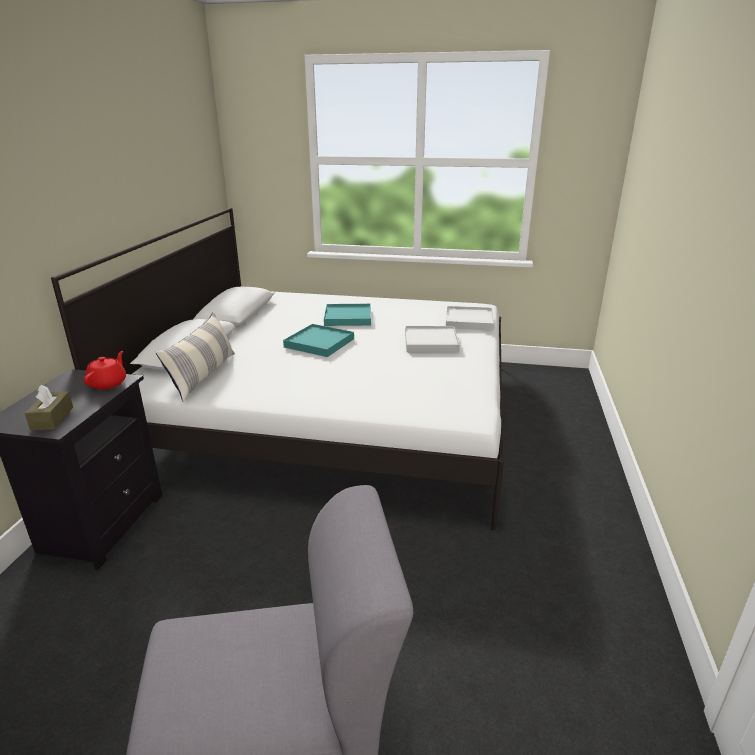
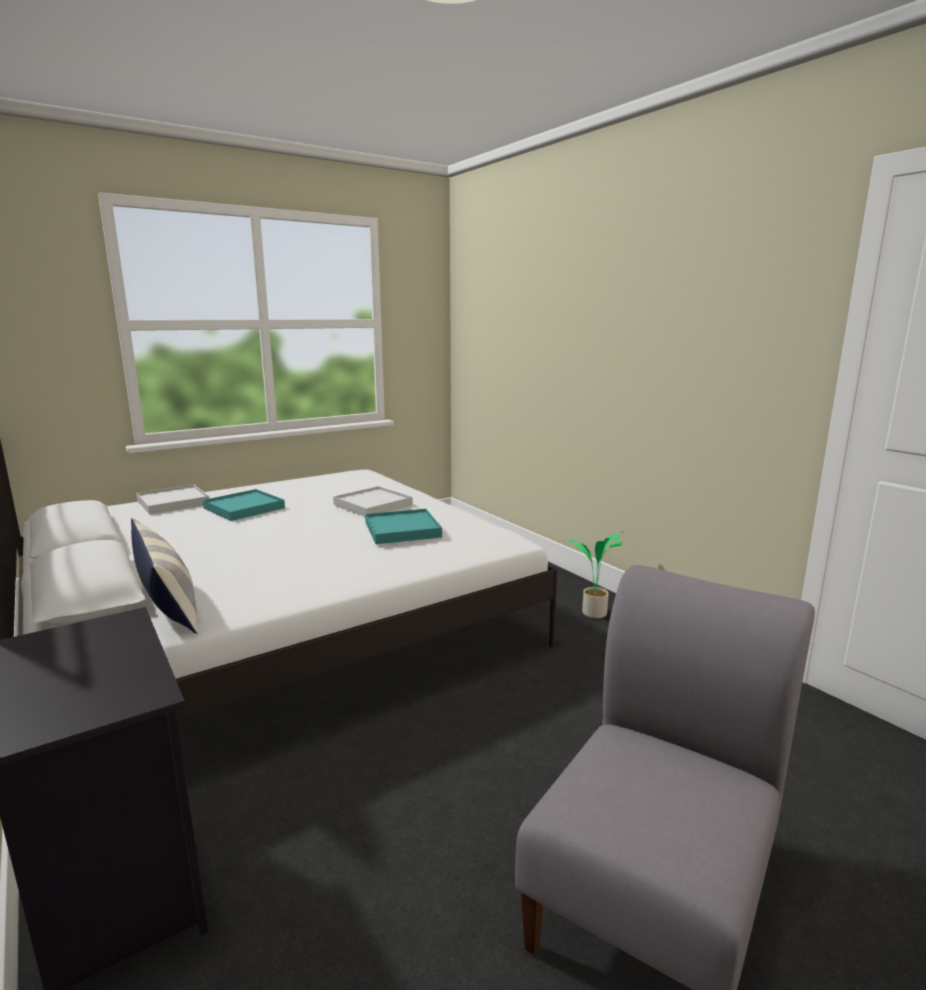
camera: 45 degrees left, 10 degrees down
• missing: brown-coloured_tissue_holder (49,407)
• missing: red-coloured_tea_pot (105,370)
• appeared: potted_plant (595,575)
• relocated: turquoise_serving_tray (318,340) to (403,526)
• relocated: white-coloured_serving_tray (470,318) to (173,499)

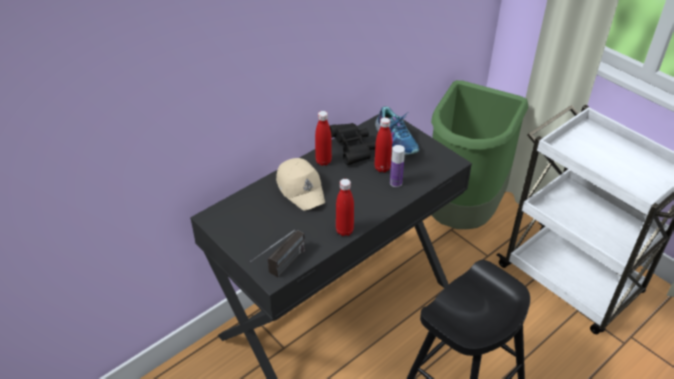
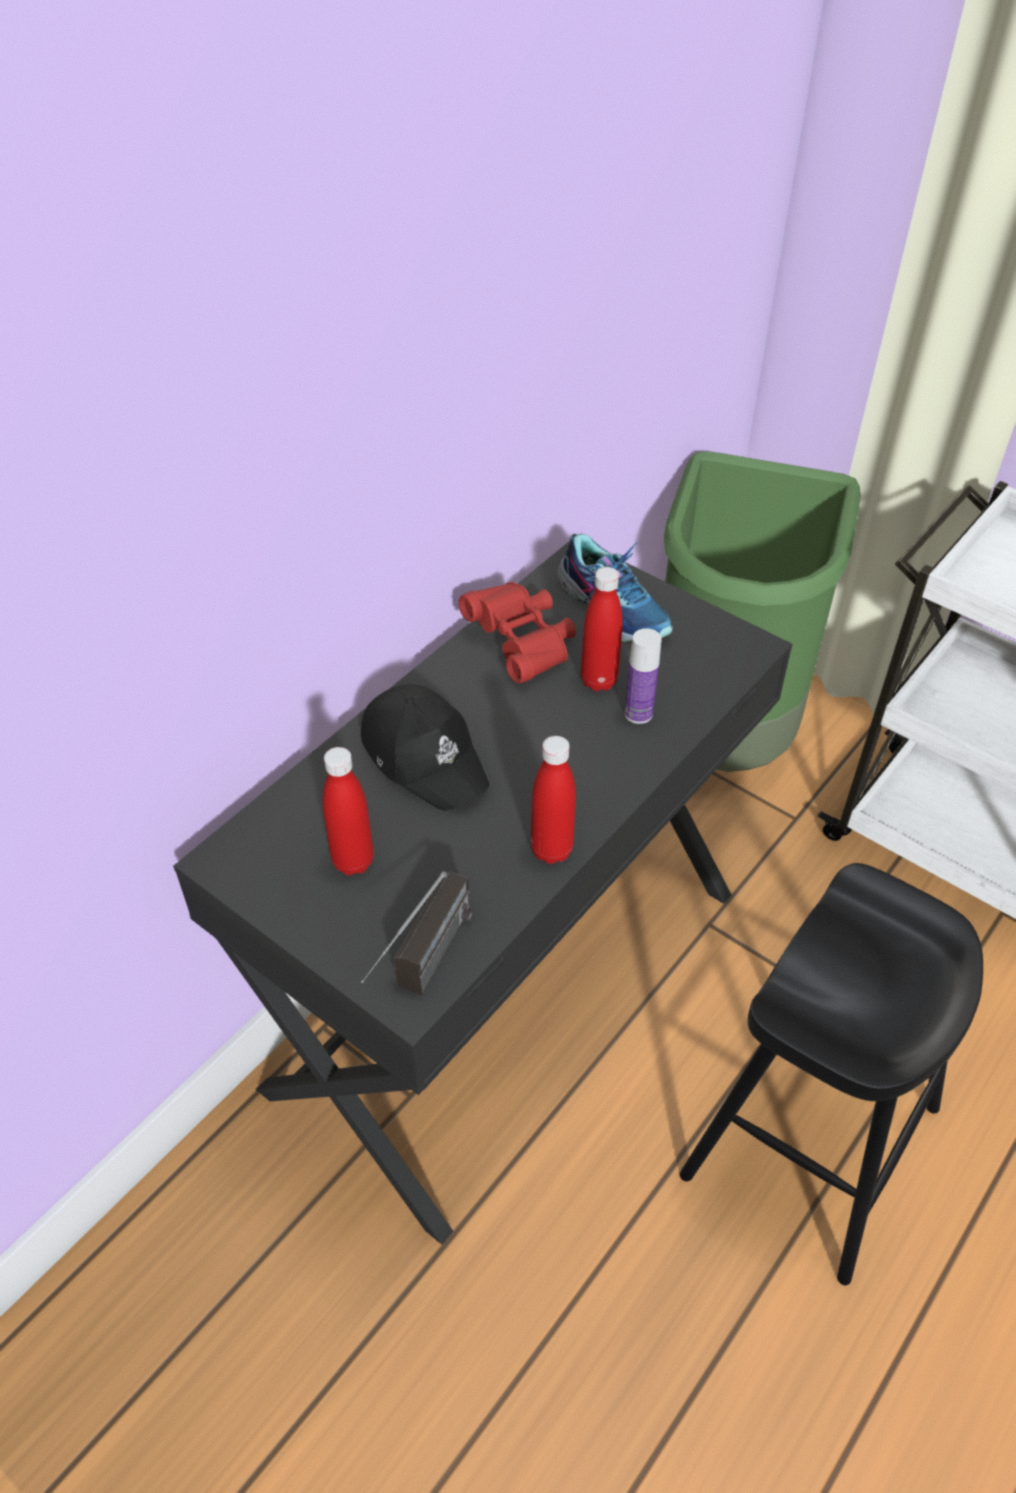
camera: 10 degrees left, 5 degrees up
• relocated: red-coloured_beverage_bottle (323,138) to (348,811)
• colour: beige-coloured_peaked_cap (300,184) to black_peaked_cap (425,747)
• colour: black_field_glasses (353,144) to red-coloured_field_glasses (517,632)

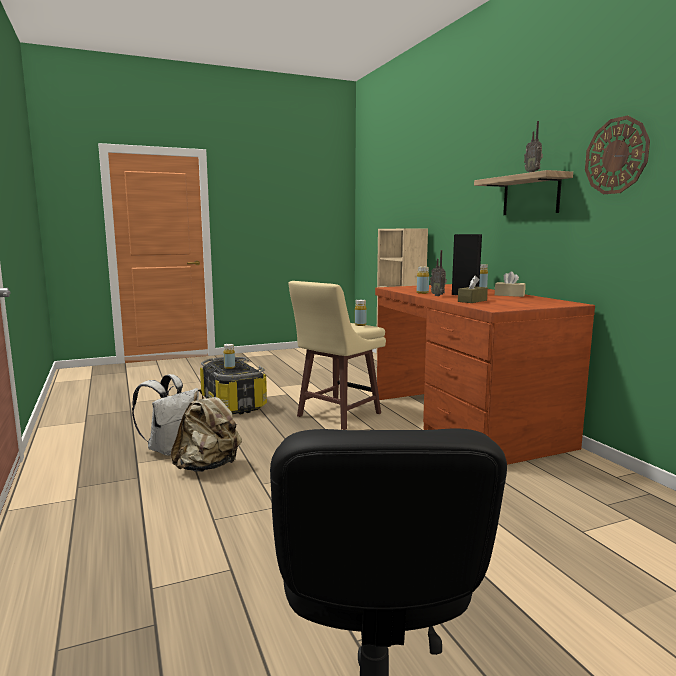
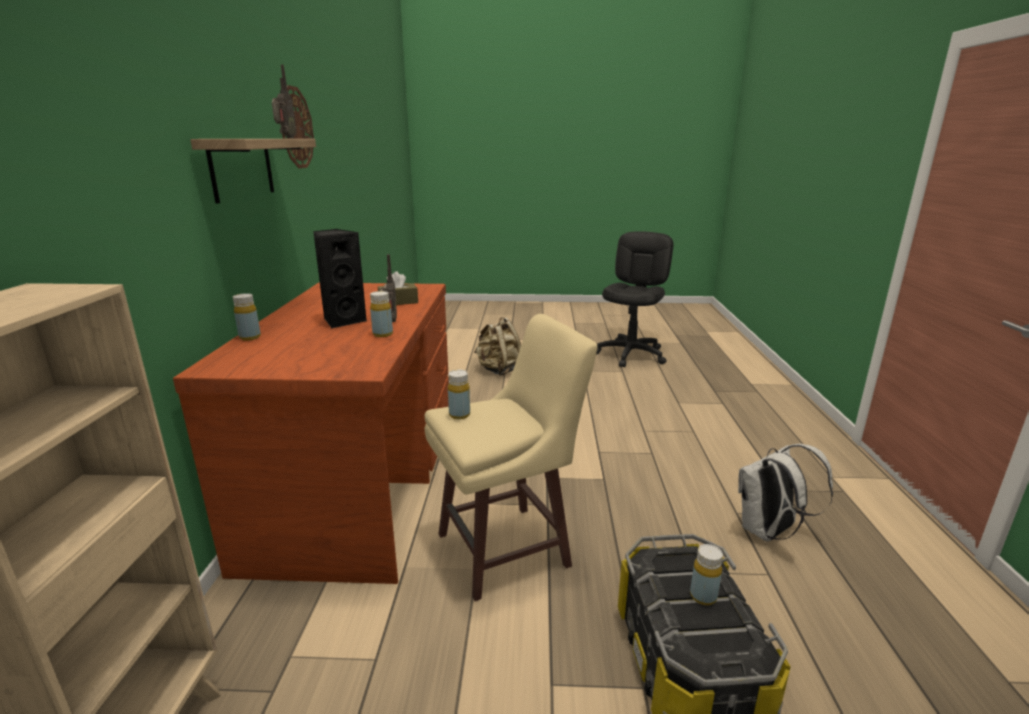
camera: 155 degrees left, 10 degrees up
• missing: beige-coloured_tissue_holder (510,284)
• relocated: beige-coloured_rucksack (206,430) to (497,346)

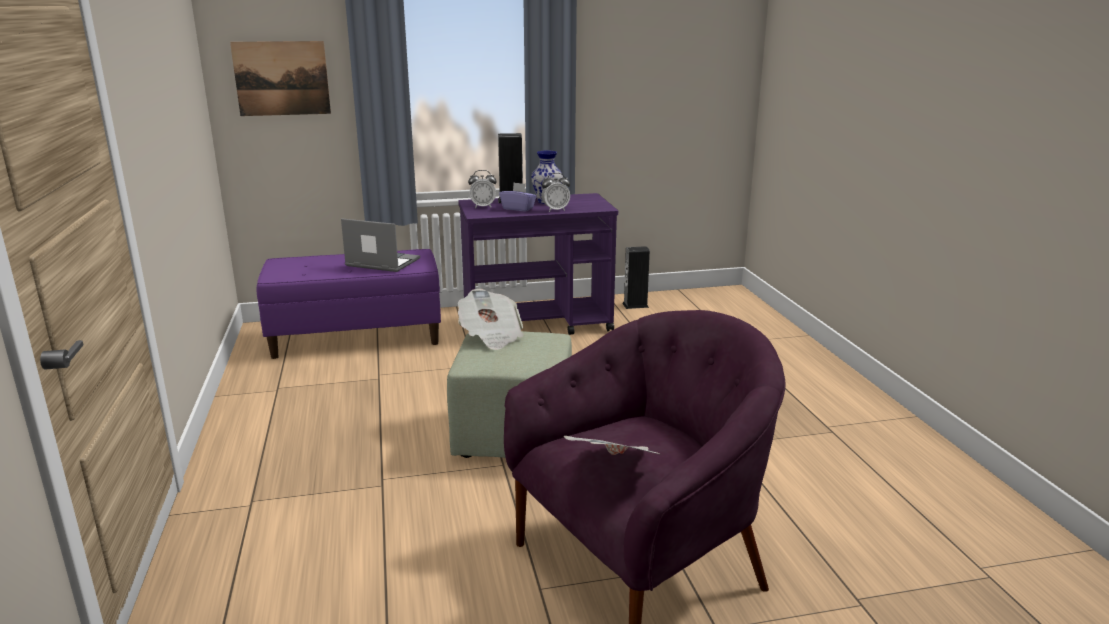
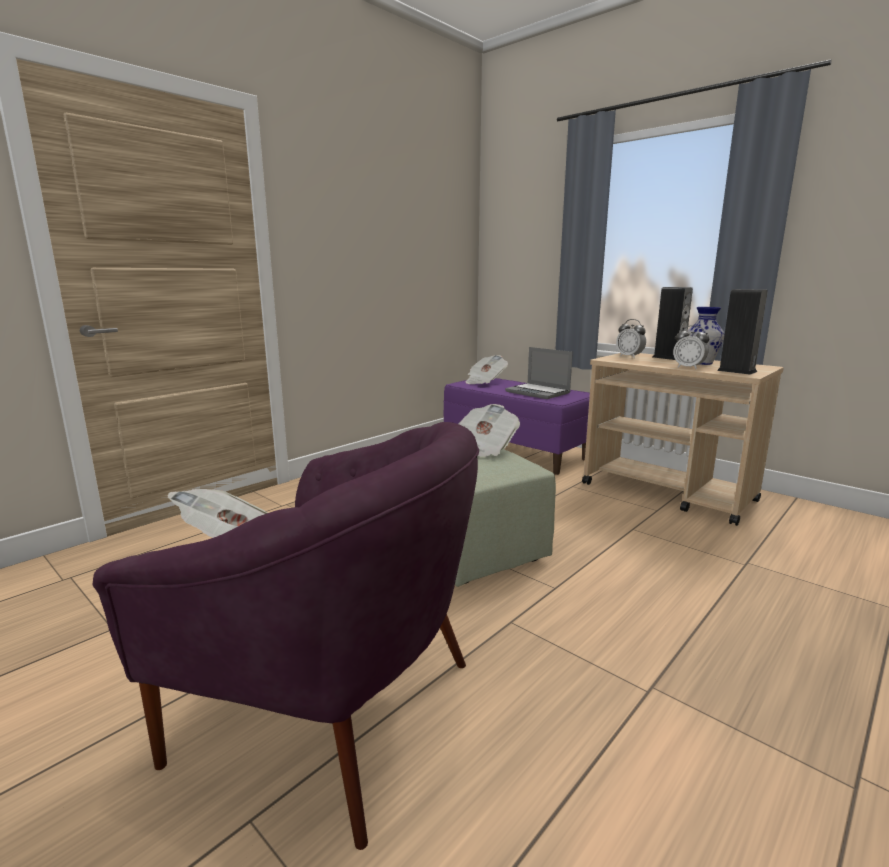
camera: 55 degrees right, 5 degrees down
• missing: wall_art (280,78)
• missing: purple-coloured_tissue_holder (518,197)
• appeared: newspaper (487,369)
• relocated: speaker (636,277) to (742,332)
• colour: purple-coloured_trolley (538,264) to beige-coloured_trolley (683,439)
• spun: notebook_computer (380,245) = (539,373) 150 degrees clockwise

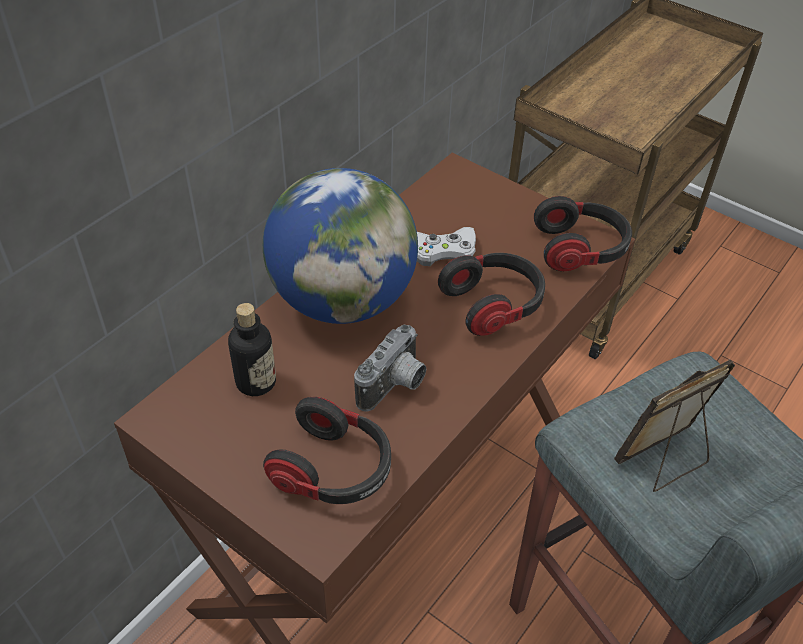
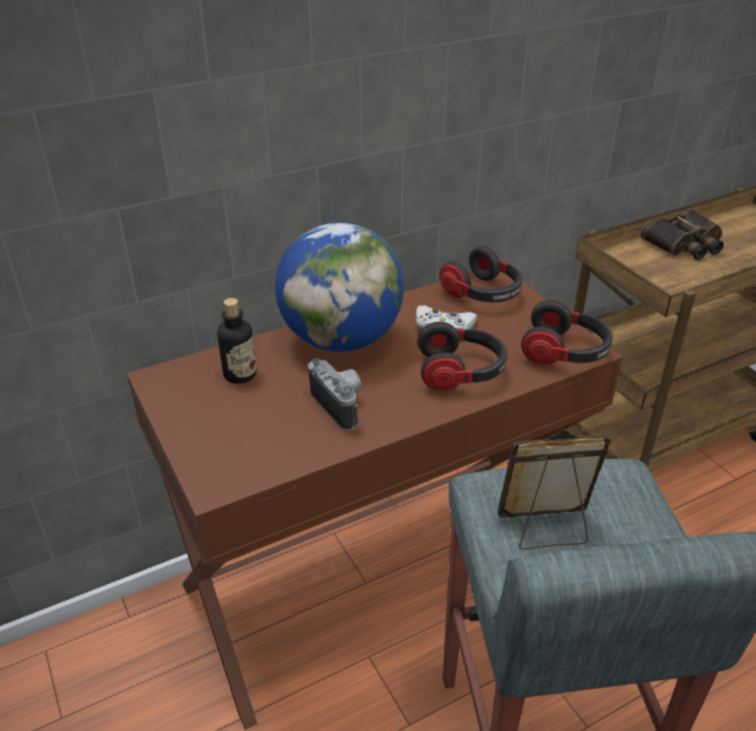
camera: 25 degrees right, 10 degrees down
• appeared: field_glasses (682,234)
• relocated: headset (327,450) to (480,273)
• spun: still_camera (390,367) = (335,394) 90 degrees counterclockwise

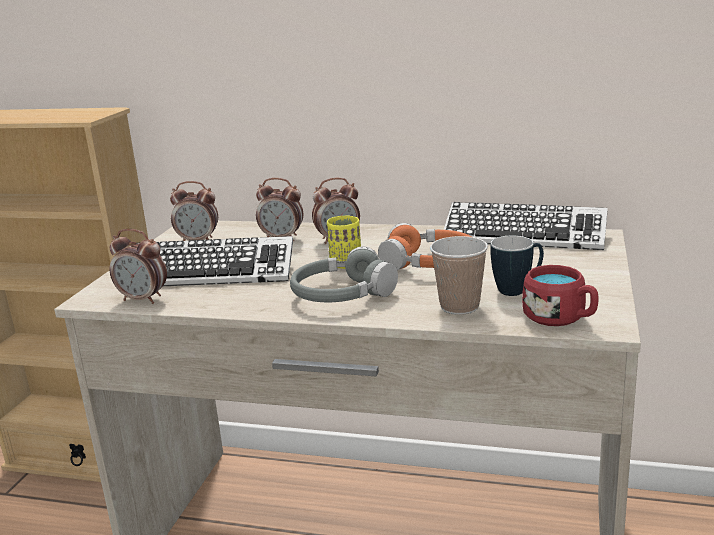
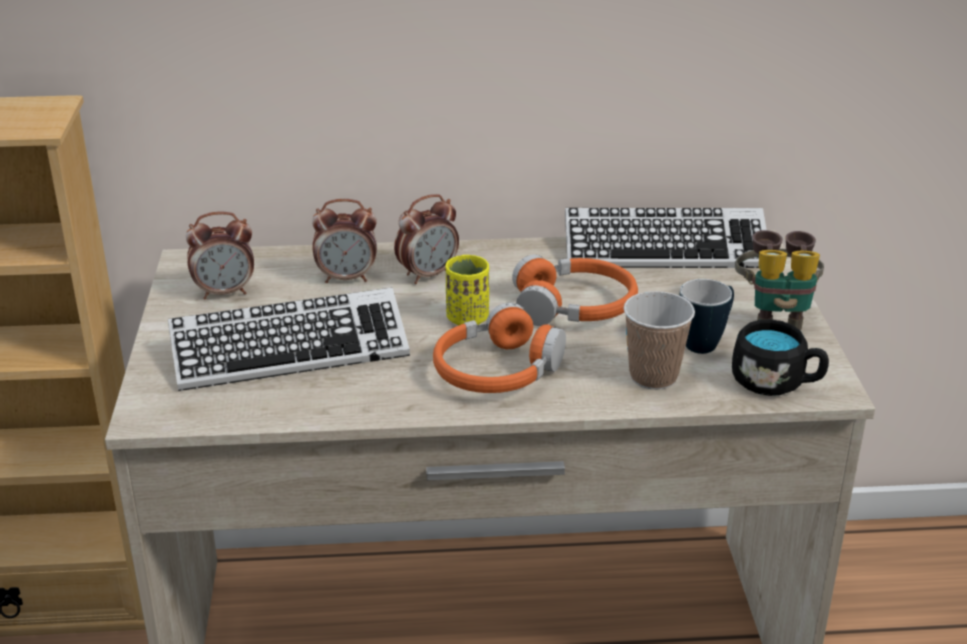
camera: 20 degrees left, 10 degrees up
• missing: table_clock (138,266)
• appeared: field_glasses (779,280)
• colour: grey_headset (344,274) to orange_headset (499,347)
• colour: red-coloured_mug (560,295) to black_mug (780,357)

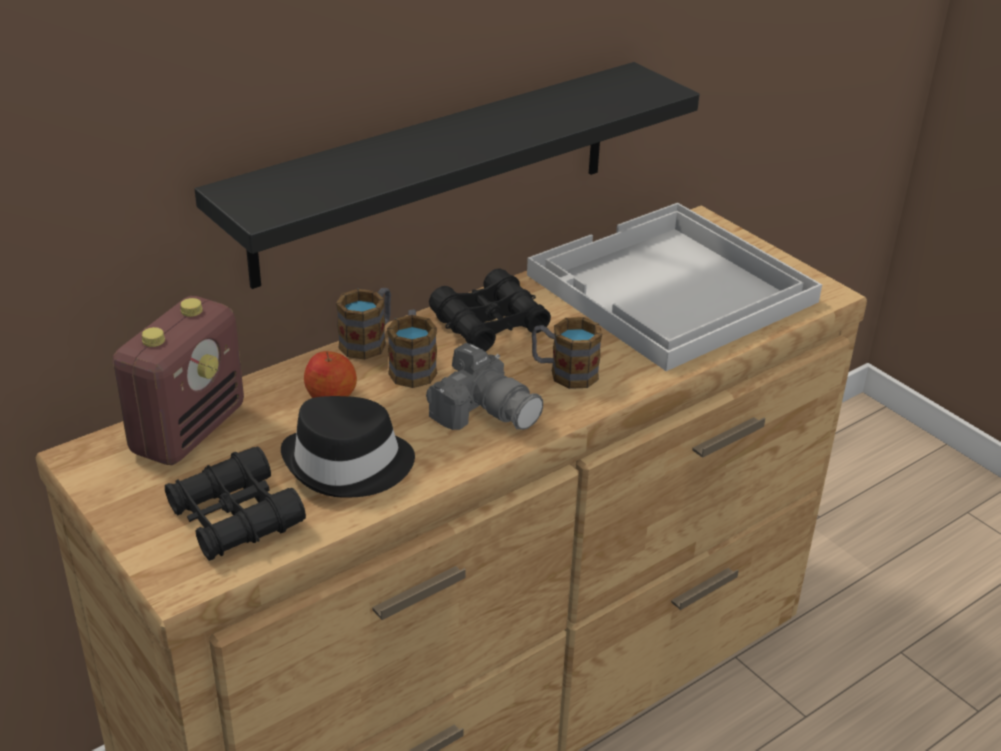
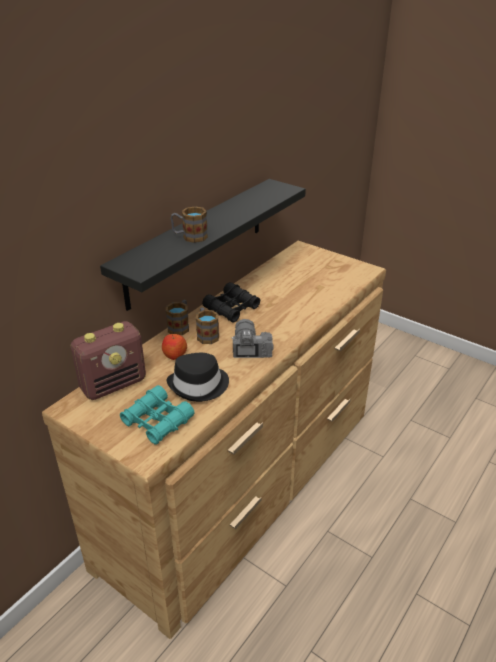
camera: 15 degrees left, 0 degrees up
• missing: white-coloured_serving_tray (674,287)
• relocated: mug (567,353) to (189,224)
• colour: black_field_glasses (235,504) to turquoise_field_glasses (157,415)
• spun: radio (178,380) = (108,360) 45 degrees clockwise
• spun: still_camera (484,386) = (252,338) 120 degrees counterclockwise

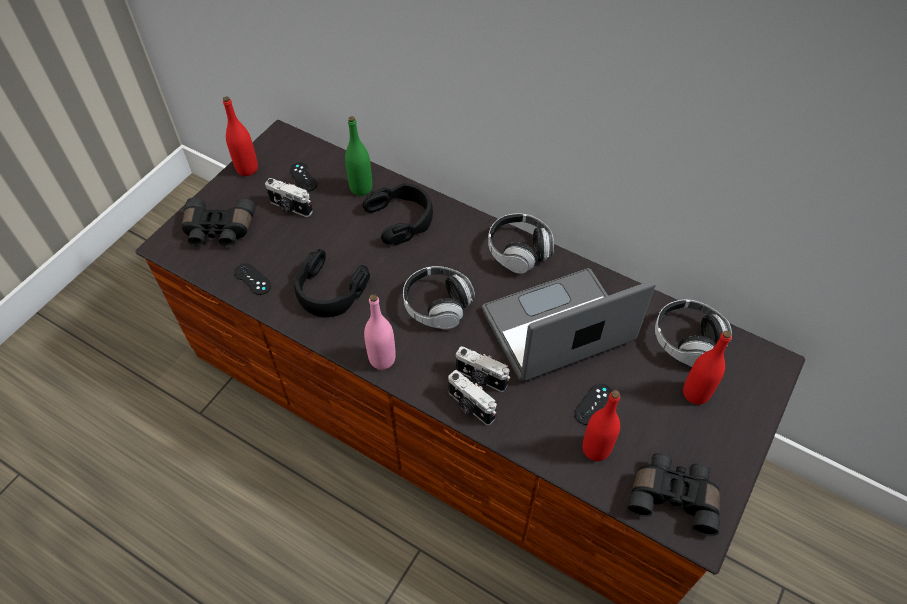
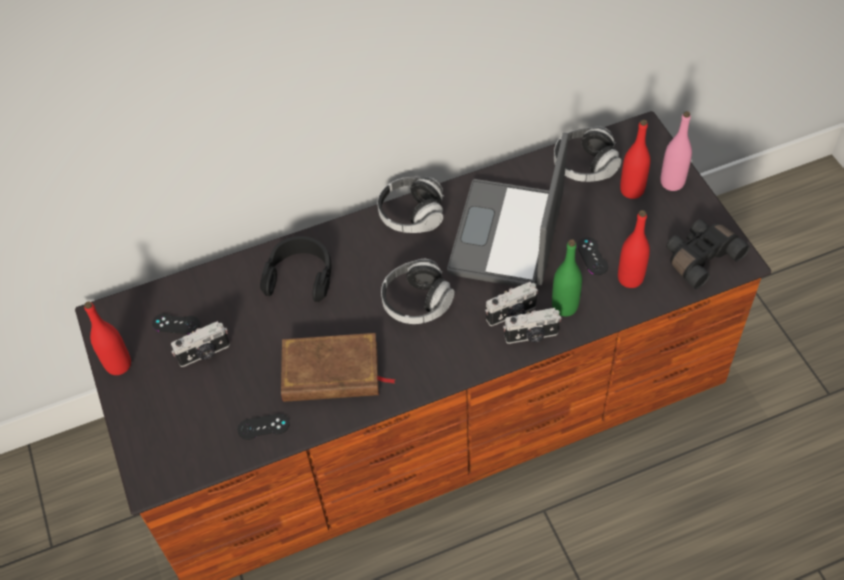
camera: 50 degrees left, 0 degrees up
• missing: black_field_glasses (219,222)
• relocated: green_beverage_bottle (358,156) to (567,277)
• relocated: pink-coloured_beverage_bottle (380,332) to (676,151)
• exchanged: black_headset (332,283) to brown-coloured_book (338,367)

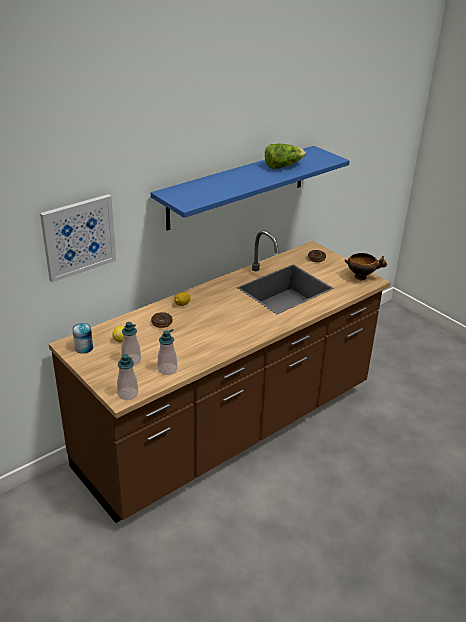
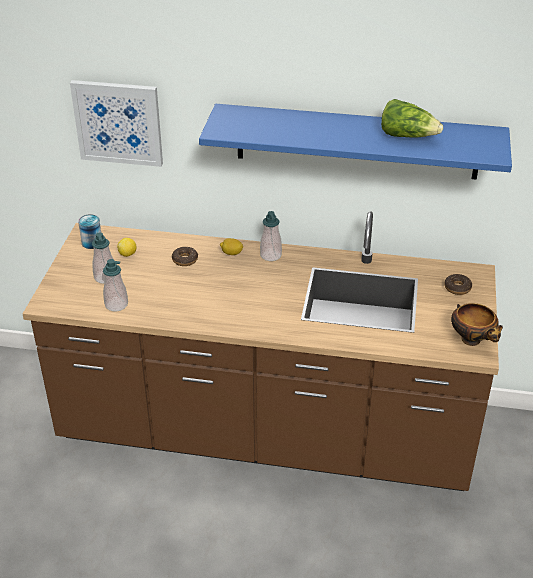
camera: 50 degrees right, 5 degrees up
• relocated: soap_bottle (127,377) to (271,236)

